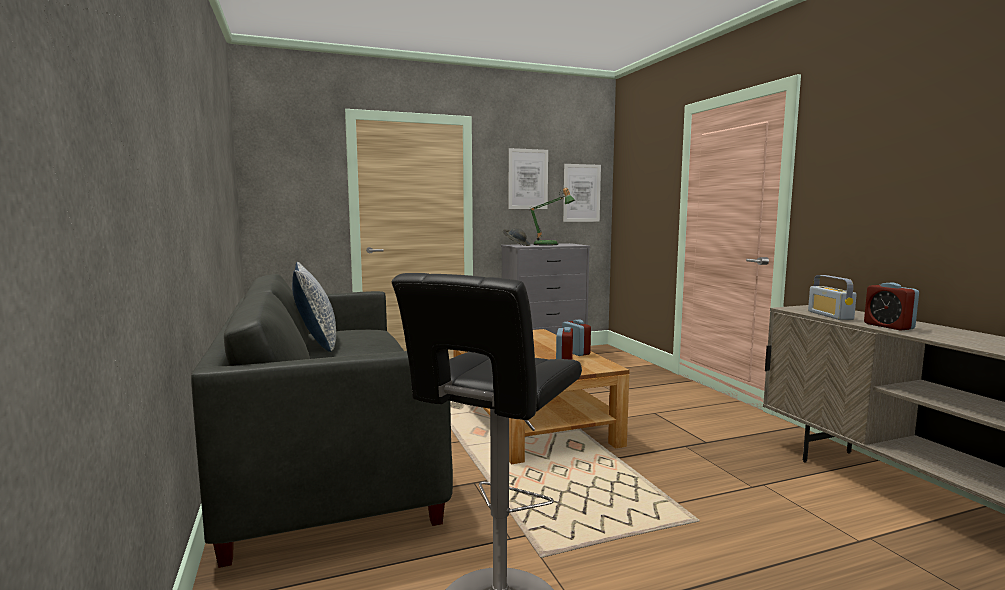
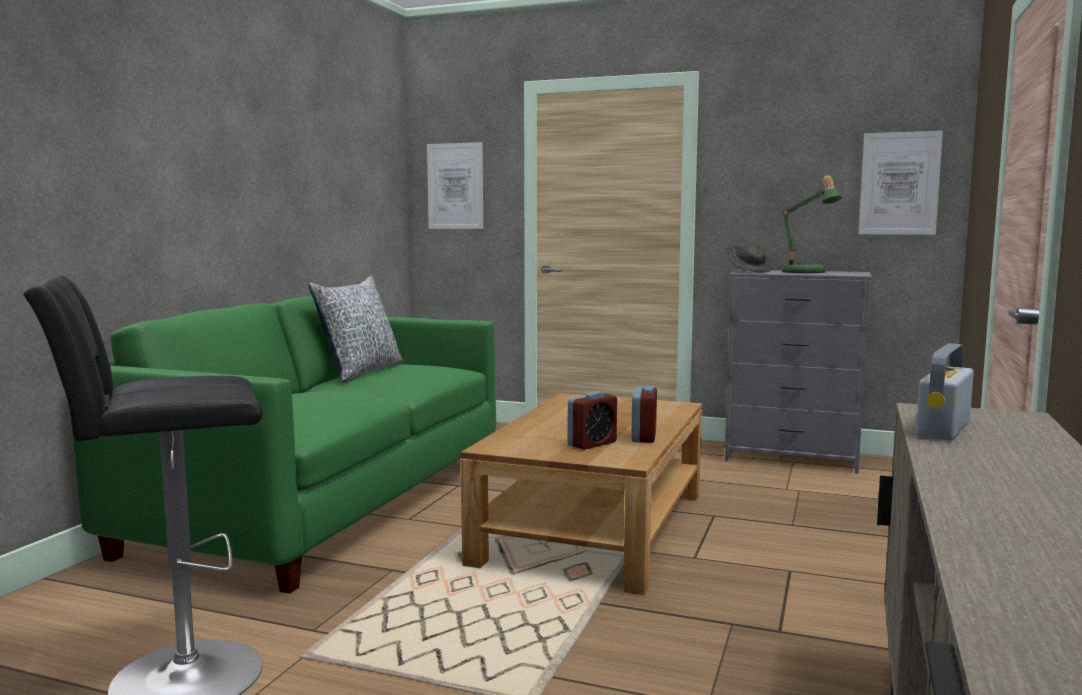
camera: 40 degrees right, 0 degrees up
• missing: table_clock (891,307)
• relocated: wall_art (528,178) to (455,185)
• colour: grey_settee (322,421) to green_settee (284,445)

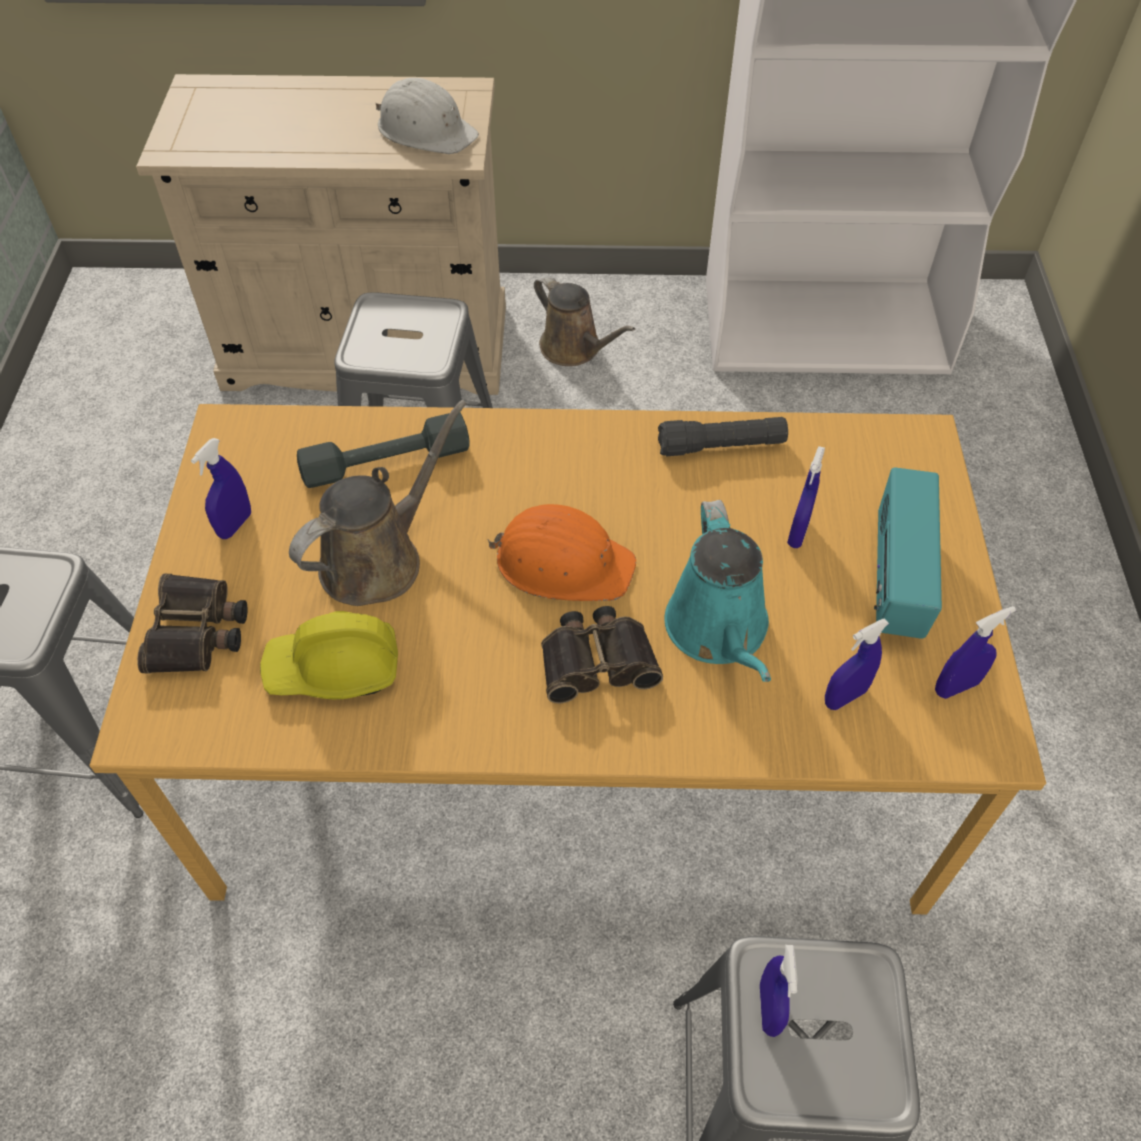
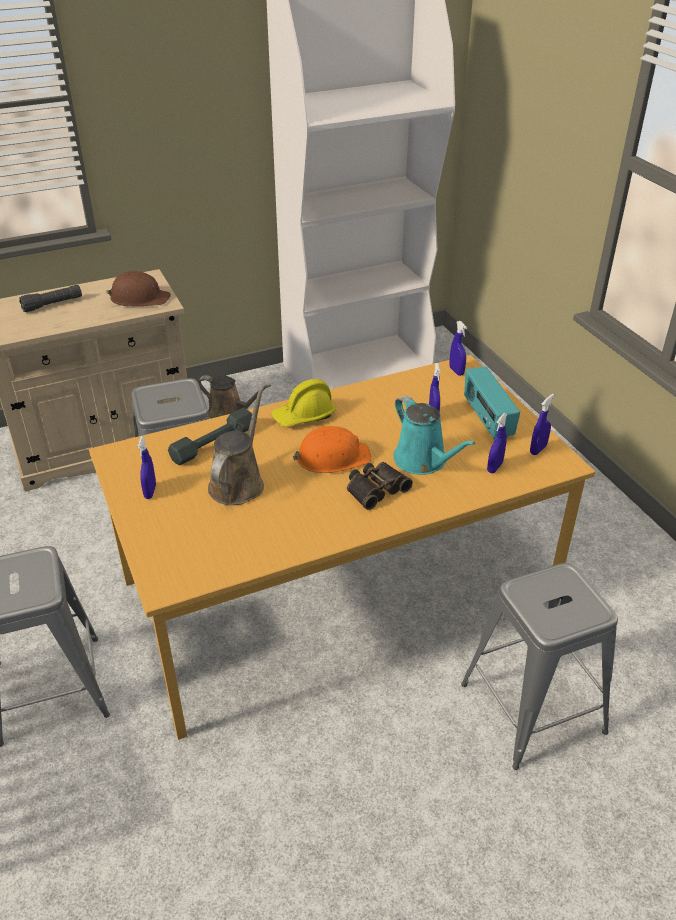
camera: 25 degrees left, 15 degrees down
• missing: field_glasses (192,624)
• relocated: yellow_hard_hat (329,655) to (303,403)
• relocated: black_torch (723,436) to (50,298)
• relocated: bluish_hand_sprayer (779,991) to (458,348)
• colour: white-coloured_hard_hat (427,116) to brown-coloured_hard_hat (138,288)

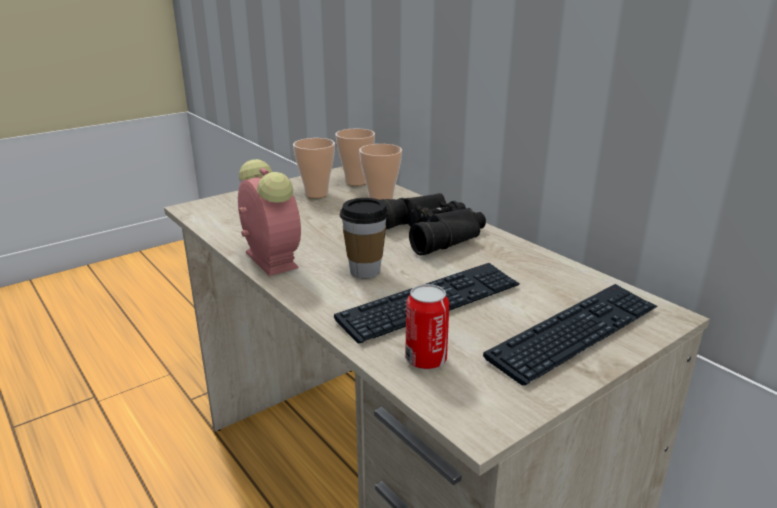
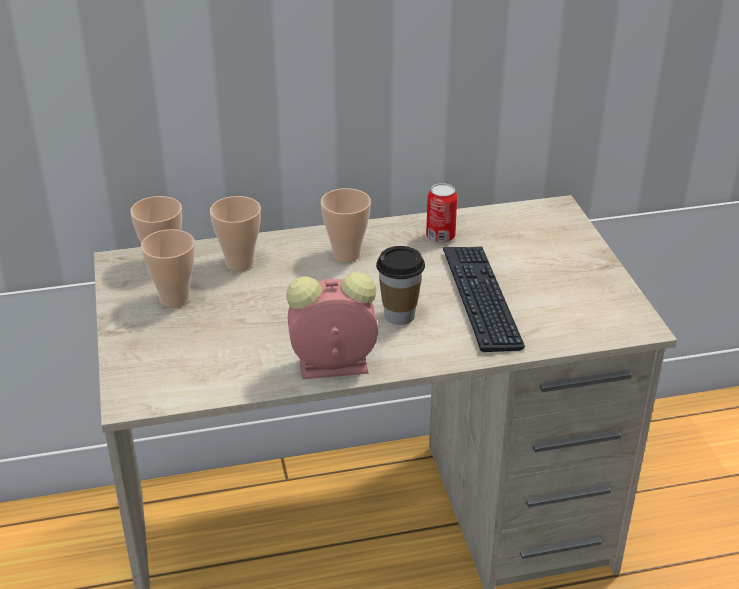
camera: 65 degrees left, 10 degrees up
• missing: computer_keyboard (570,335)
• relocated: sealed_can (427,327) to (441,213)
• exchanged: black_field_glasses (433,224) to small_cup (346,225)

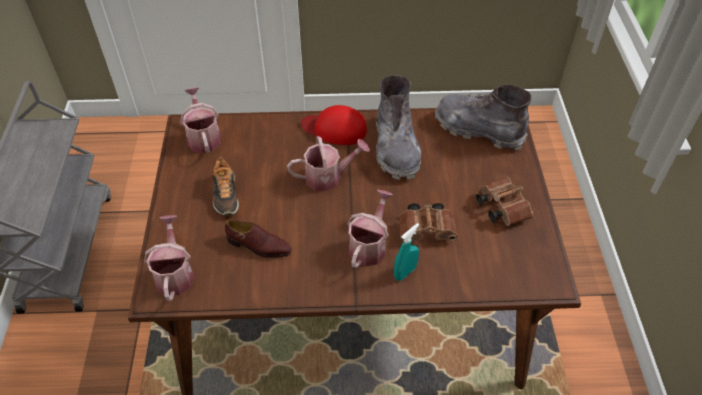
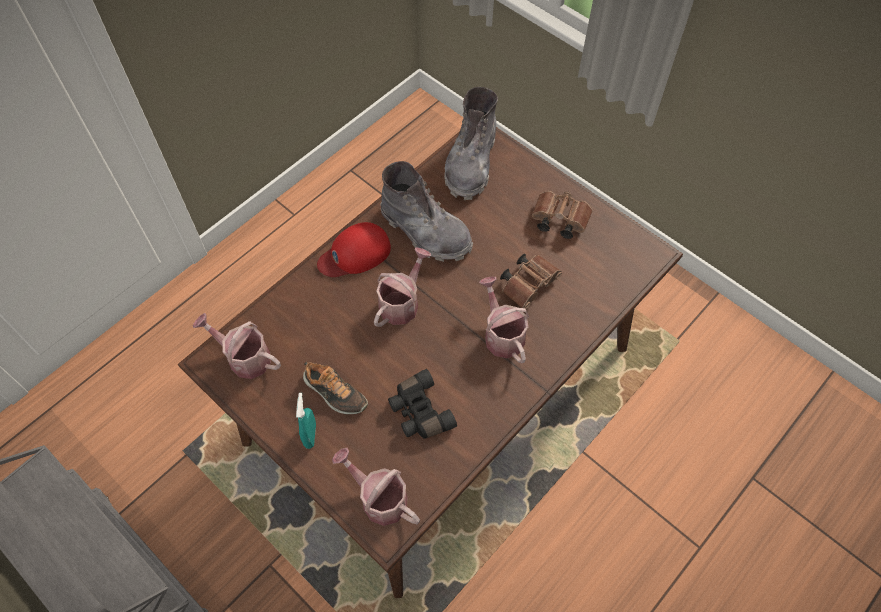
camera: 45 degrees left, 10 degrees up
• relocated: turquoise_hand_sprayer (406,252) to (306,421)
• exchanged: brown-coloured_shoe (258,238) to black_field_glasses (422,404)
• spun: grey_boot (483,117) = (471,143) 60 degrees counterclockwise

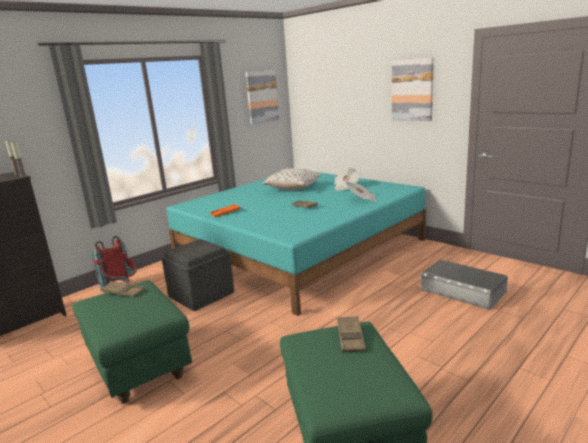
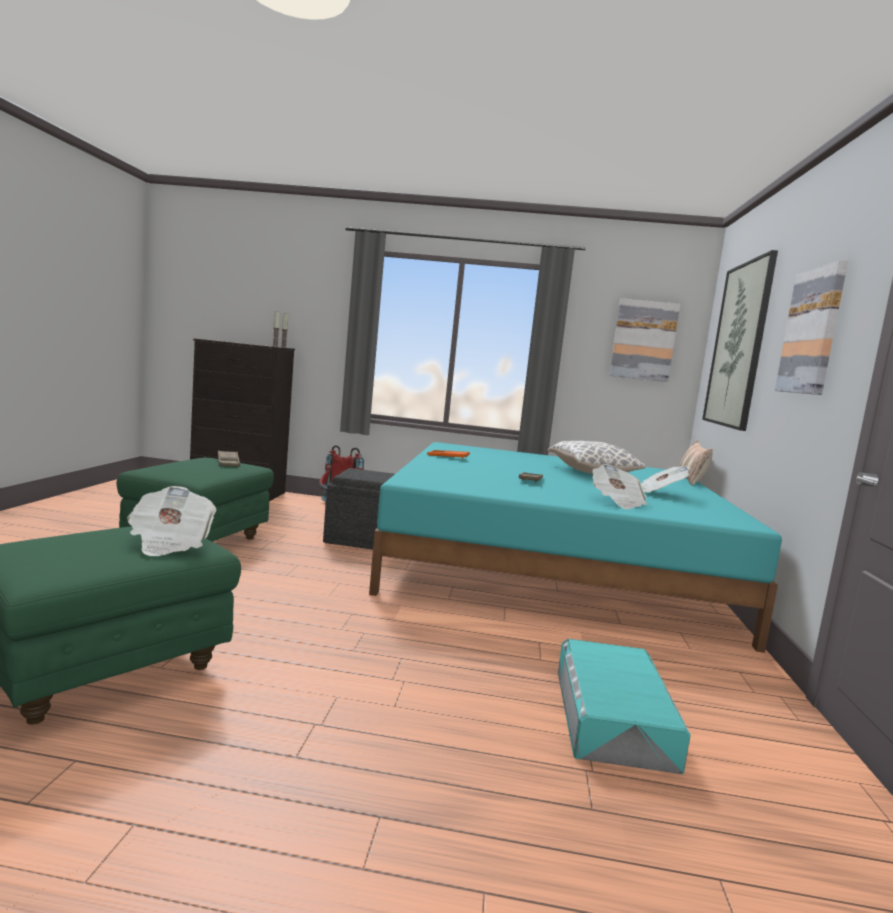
camera: 50 degrees right, 10 degrees down
• appeared: throw_pillow (696,463)
• appeared: wall_art (740,340)
• exchanged: brown-coloured_serving_tray (351,334) to newspaper (172,521)
• colour: grey_storage_bin (464,285) to turquoise_storage_bin (624,706)

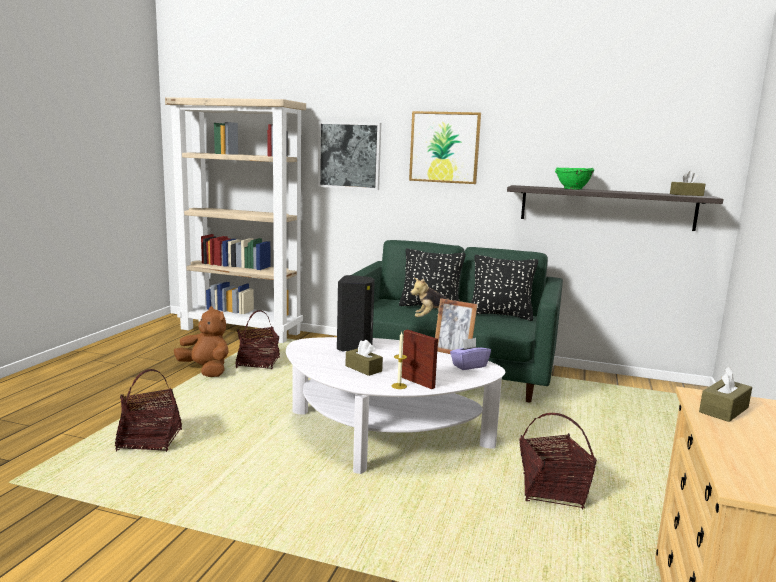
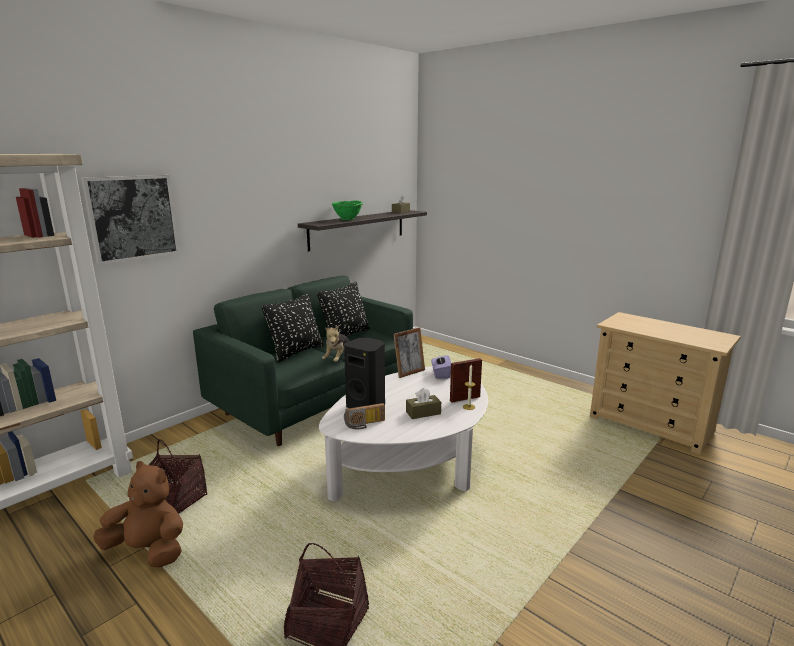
camera: 65 degrees left, 5 degrees up
• missing: wall_art (445,147)
• missing: basket (558,461)
• missing: brown-coloured_tissue_holder (725,394)
• appeared: radio (364,416)
• spun: brown-coloured_cuddly_toy (201,341) = (138,514) 45 degrees clockwise

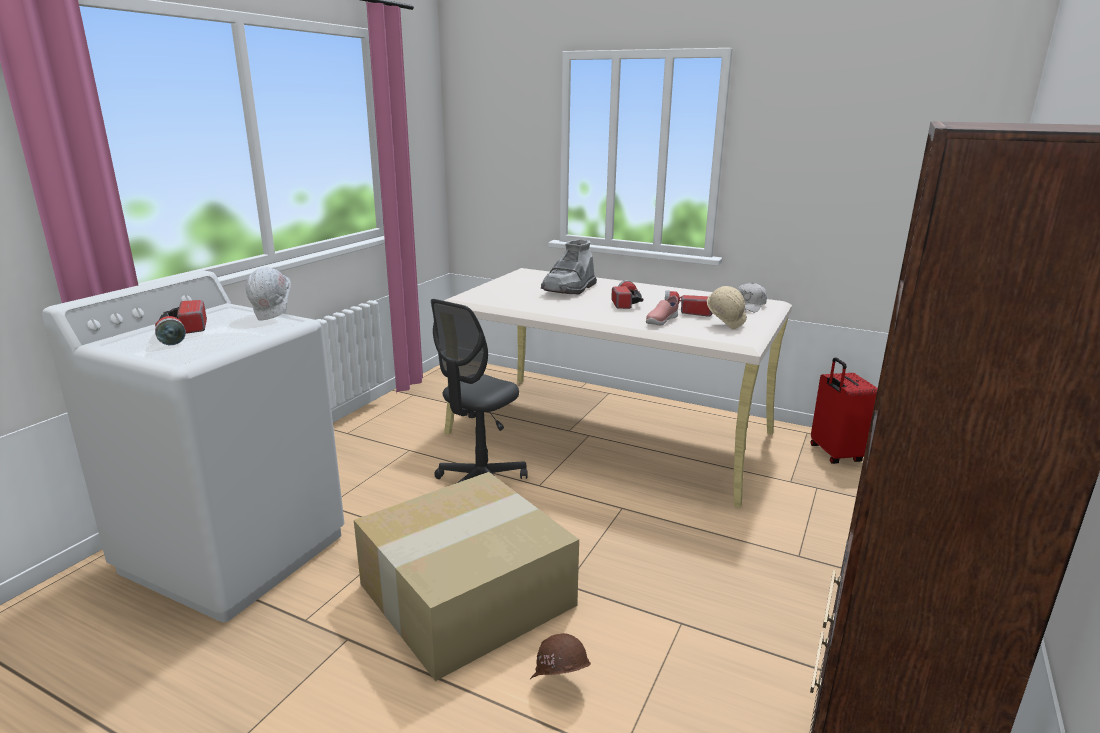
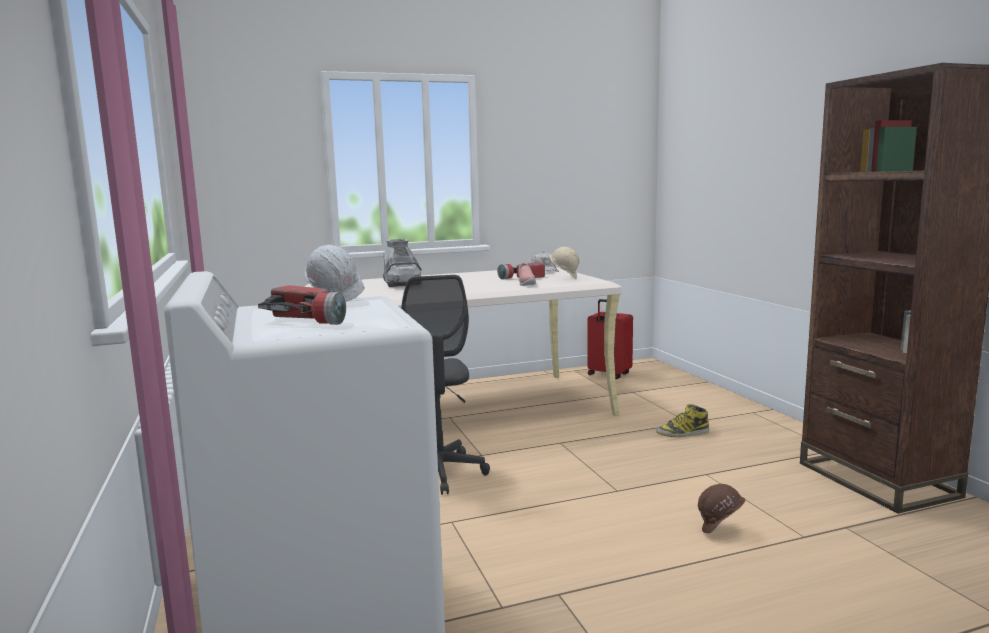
camera: 45 degrees left, 10 degrees down
• missing: cardboard_box (466,576)
• missing: torch (627,294)
• appeared: boot (682,420)

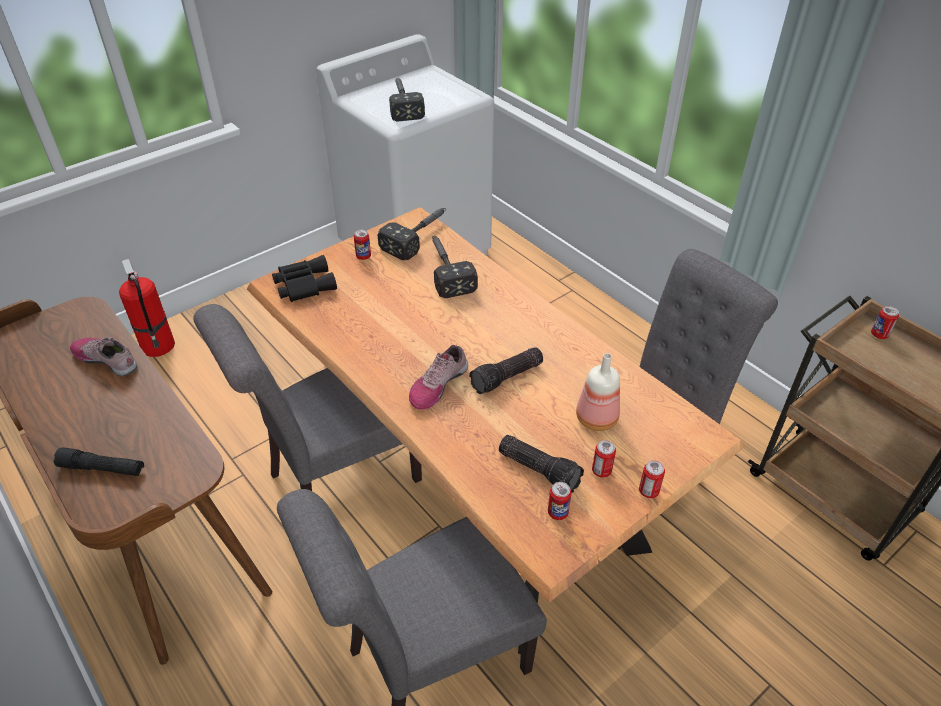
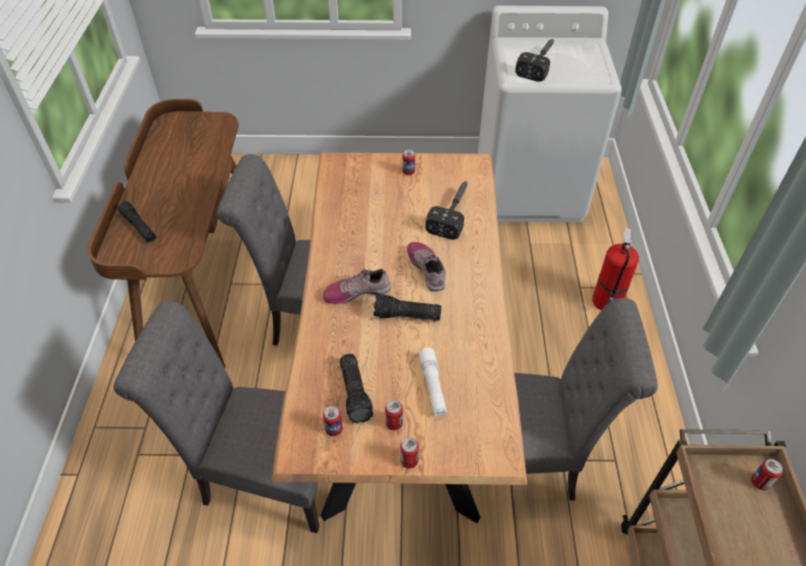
camera: 40 degrees right, 5 degrees up
• missing: black_field_glasses (304,278)
• missing: hand_hammer (412,234)
• relocated: shoe (103,356) to (426,267)
• relocated: extinguisher (147,308) to (615,269)
• exchanged: beverage_bottle (598,392) to white-coloured_torch (433,382)

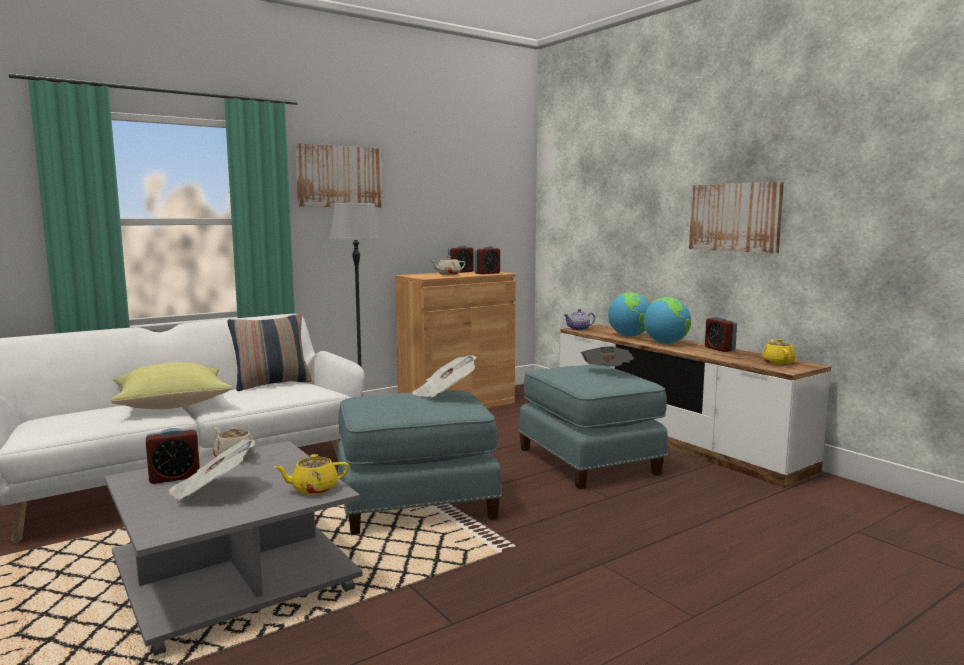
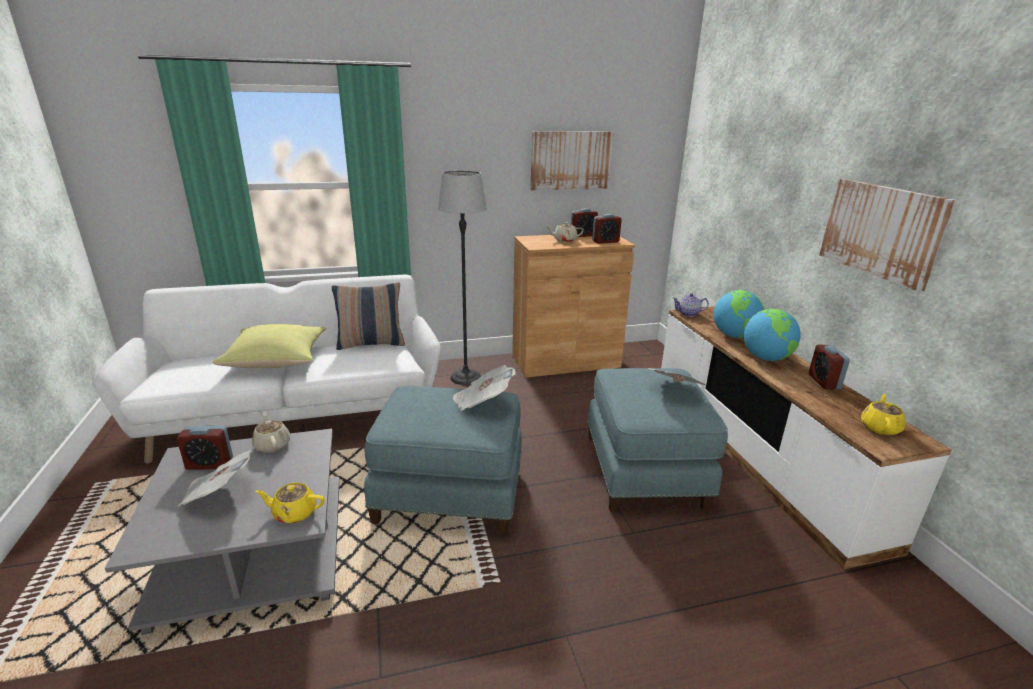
camera: 20 degrees right, 15 degrees up
• relocated: wall_art (339,175) to (571,160)

